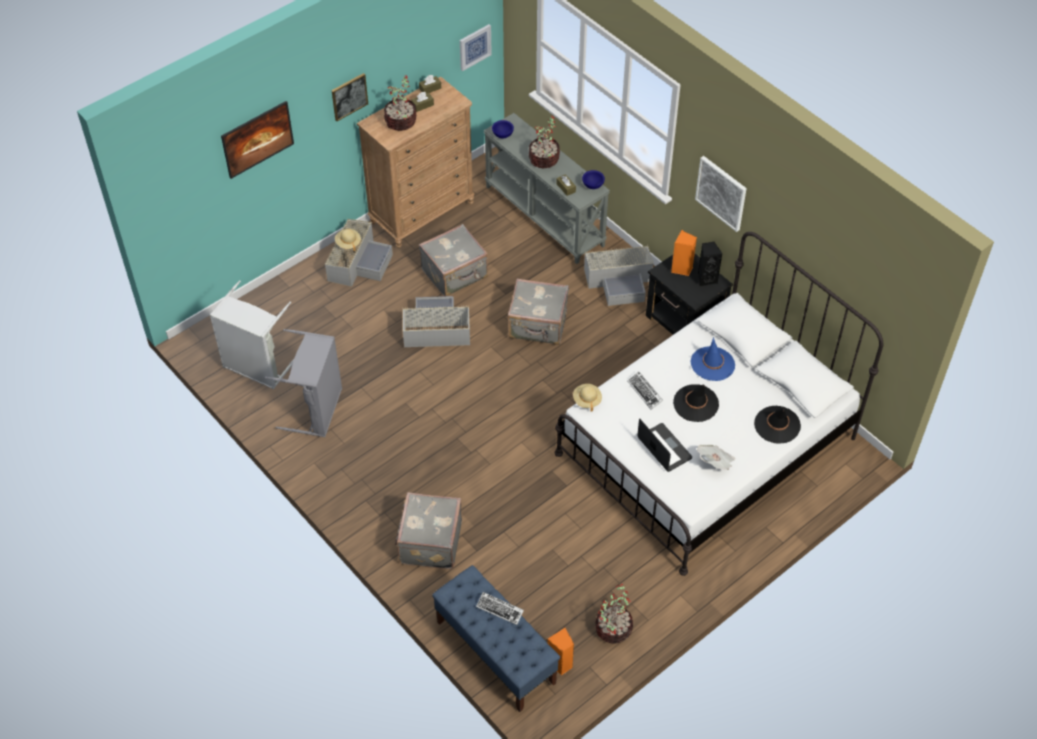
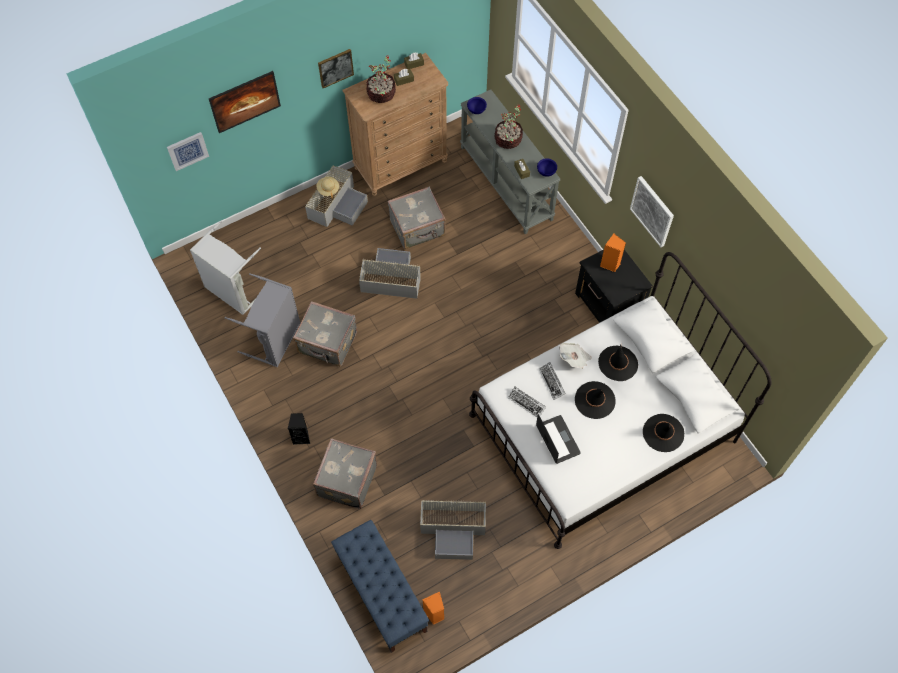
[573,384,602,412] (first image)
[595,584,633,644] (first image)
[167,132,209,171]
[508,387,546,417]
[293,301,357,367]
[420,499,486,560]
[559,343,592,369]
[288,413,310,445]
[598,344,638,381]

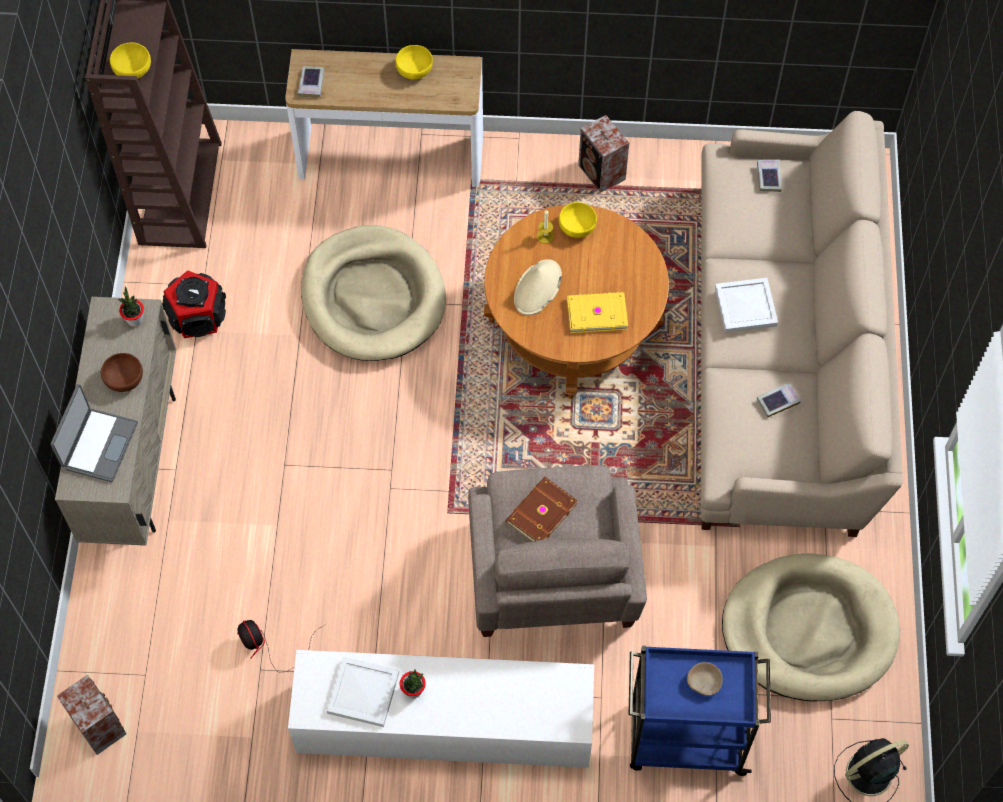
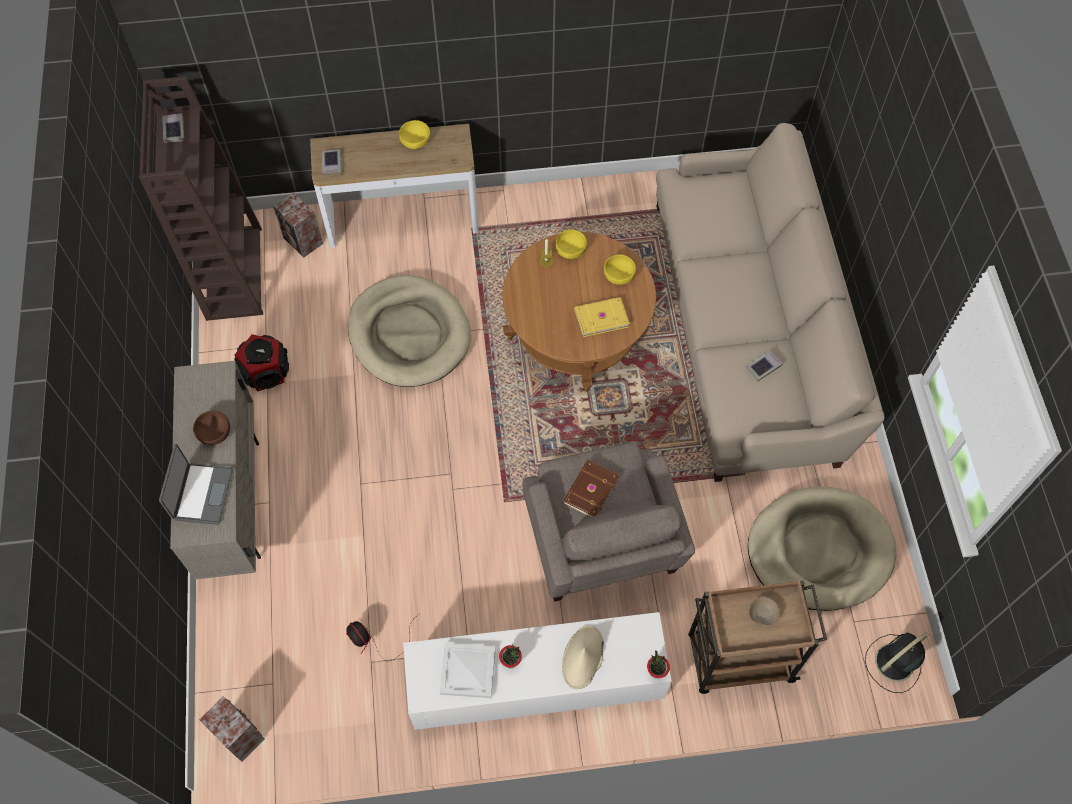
[715,278,778,333] (first image)
[604,255,636,285]
[647,650,670,679]
[562,625,604,689]
[273,193,323,258]
[162,113,184,143]
[688,580,827,694]

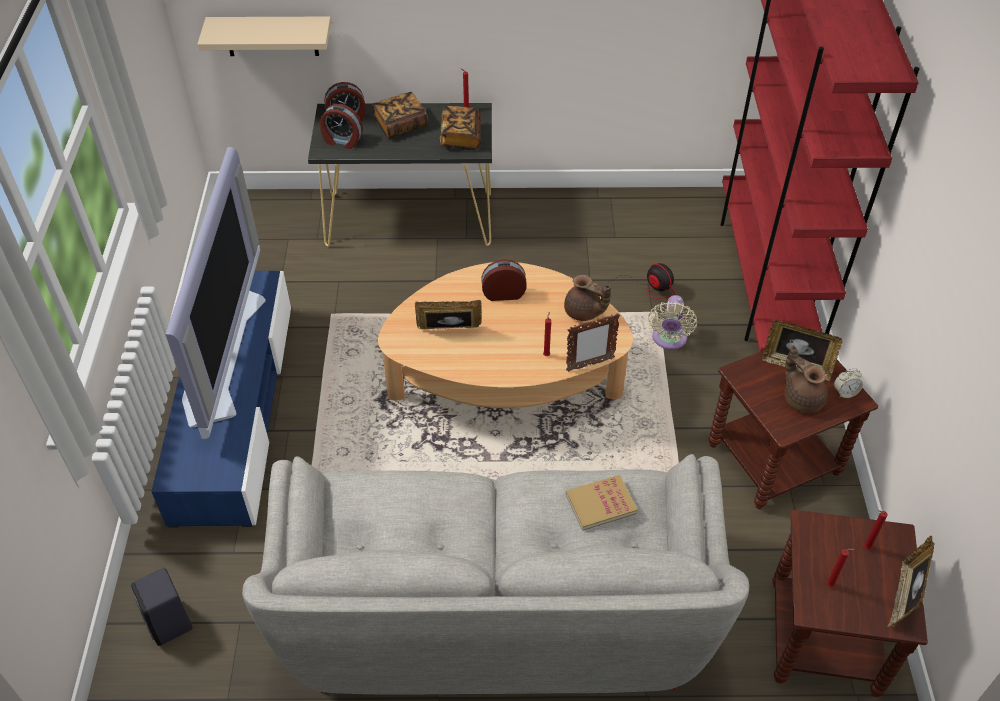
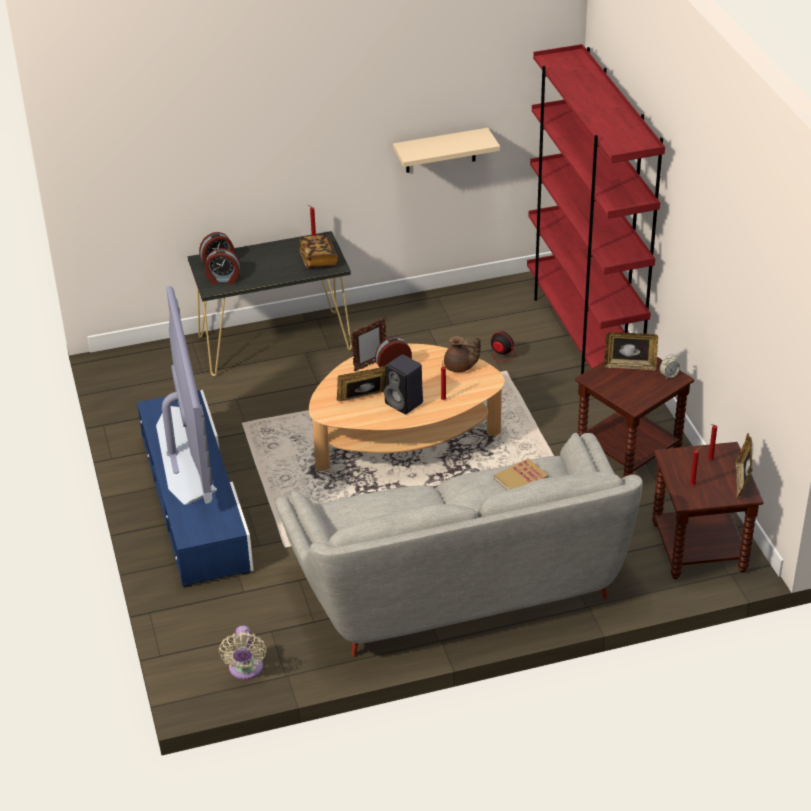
[372,92,427,138] (first image)
[784,345,827,413] (first image)
[384,354,423,414]
[393,128,500,173]
[351,317,386,372]
[219,625,267,680]

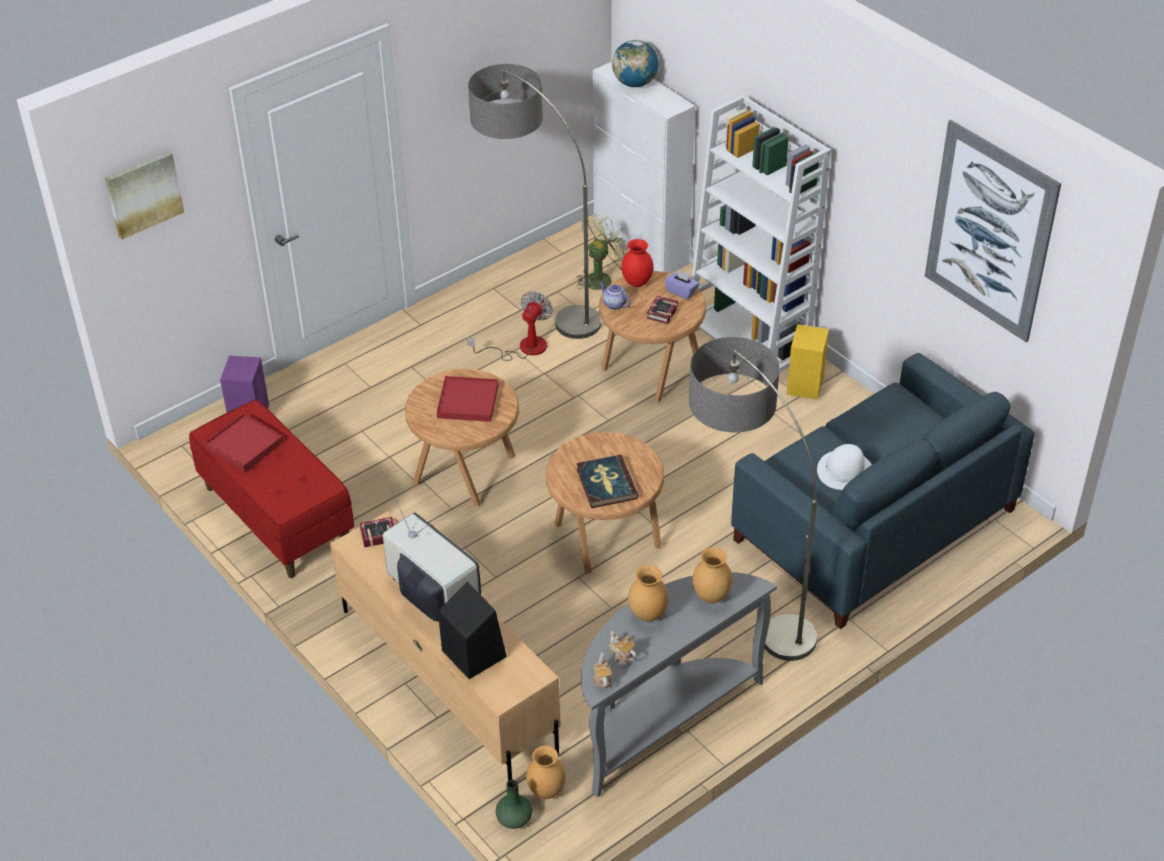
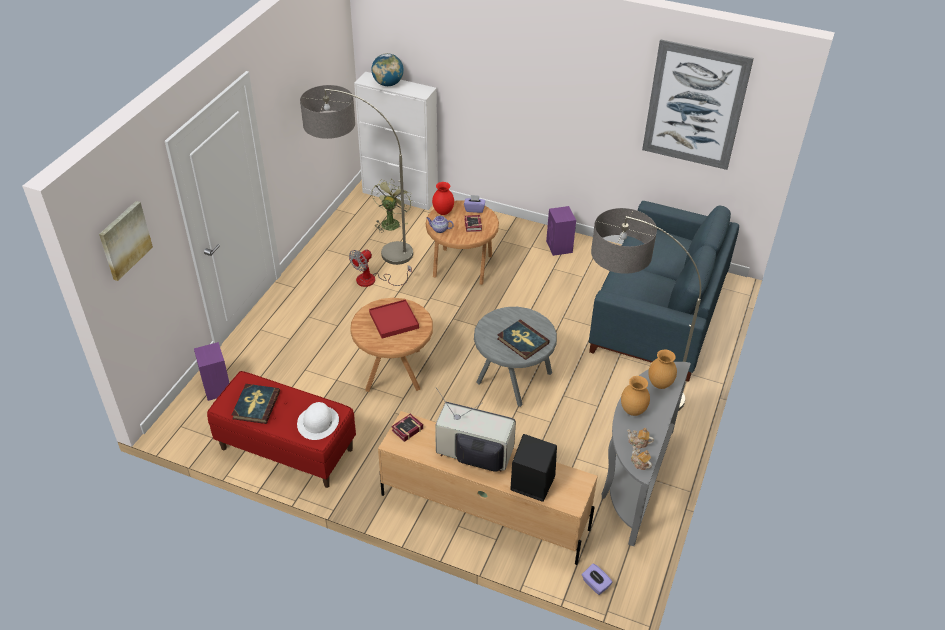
[526,746,566,799] (first image)
[692,95,831,373] (first image)
[297,402,339,440]
[232,384,280,424]
[582,563,612,595]
[474,307,557,407]
[546,206,576,256]
[349,249,412,287]

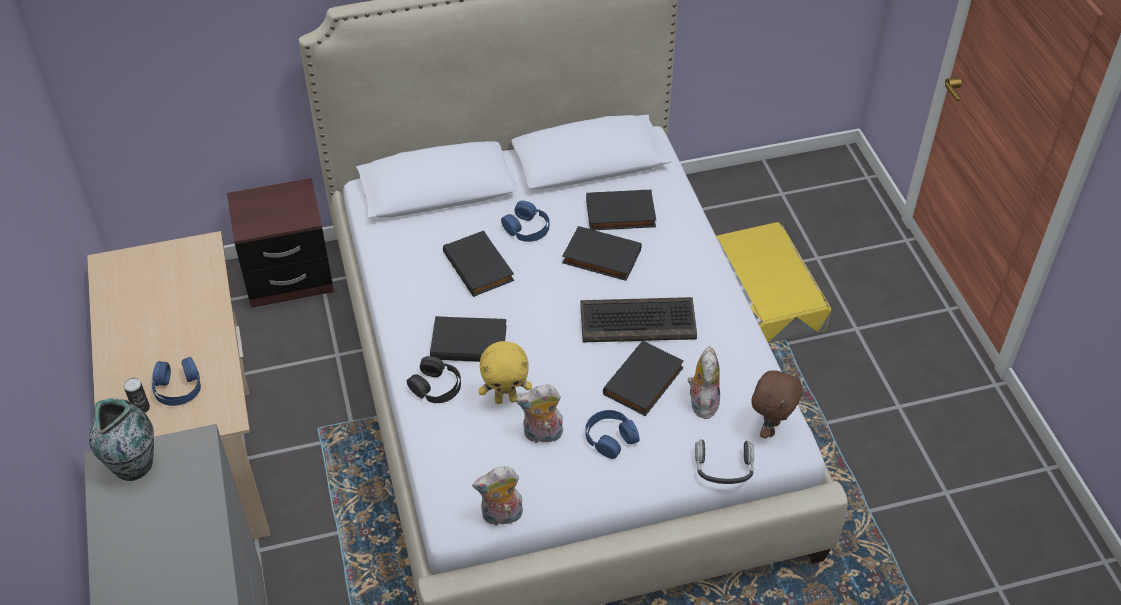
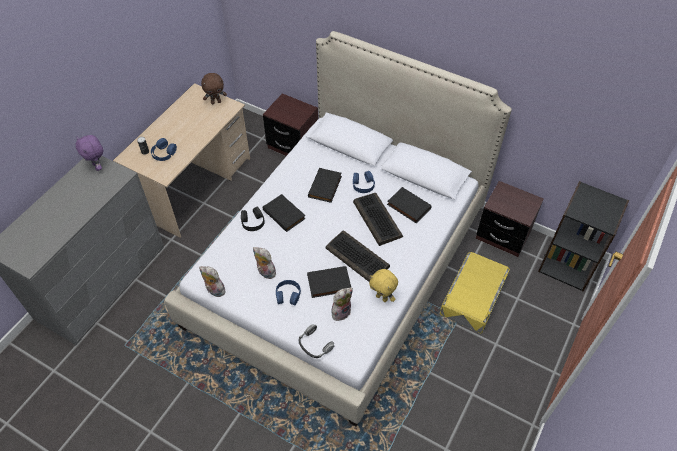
[476,181,544,257]
[538,181,629,291]
[369,269,398,302]
[201,73,227,105]
[76,135,103,171]
[353,193,403,246]

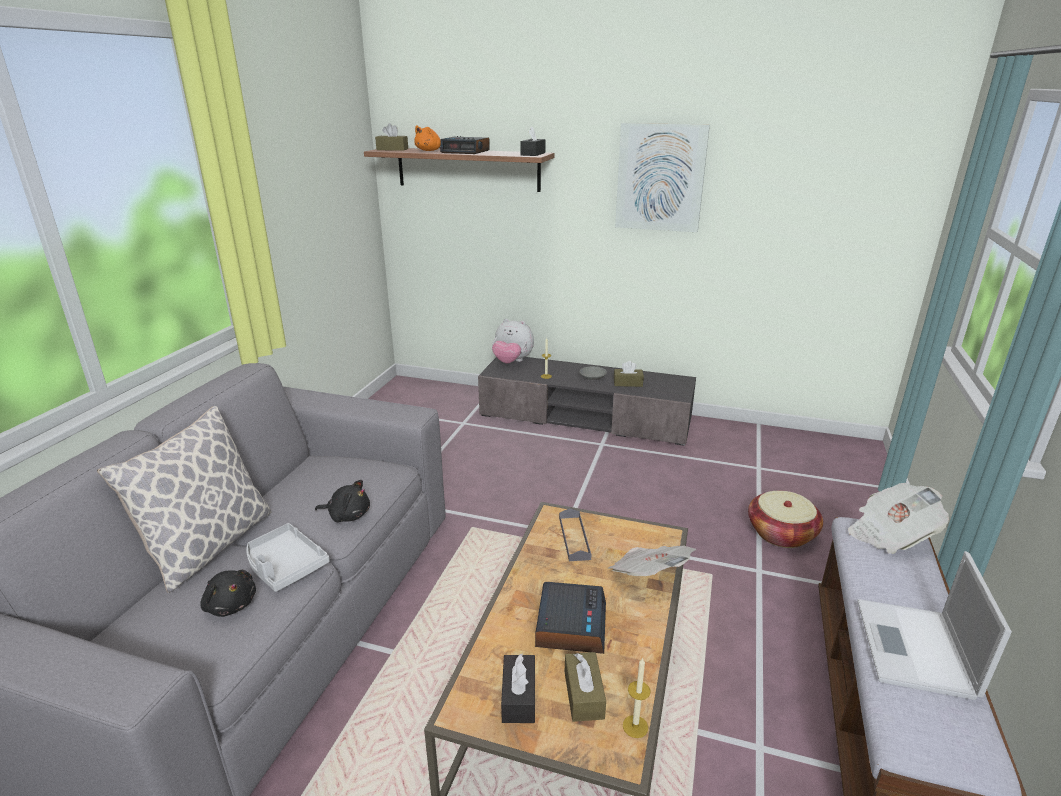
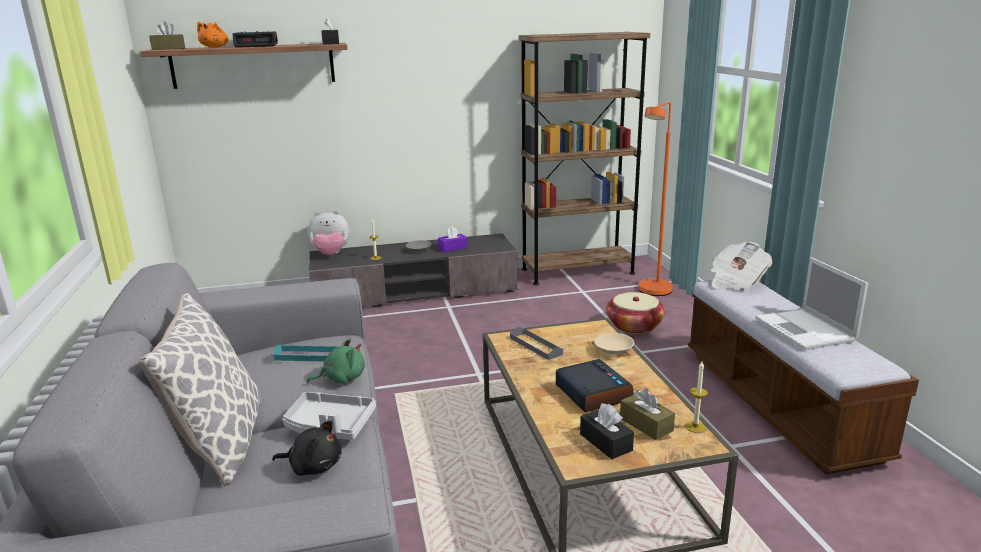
[615,123,710,232] (first image)
[273,345,337,361]
[519,32,650,285]
[638,102,673,296]
[594,333,634,354]
[307,338,365,384]
[438,226,468,252]

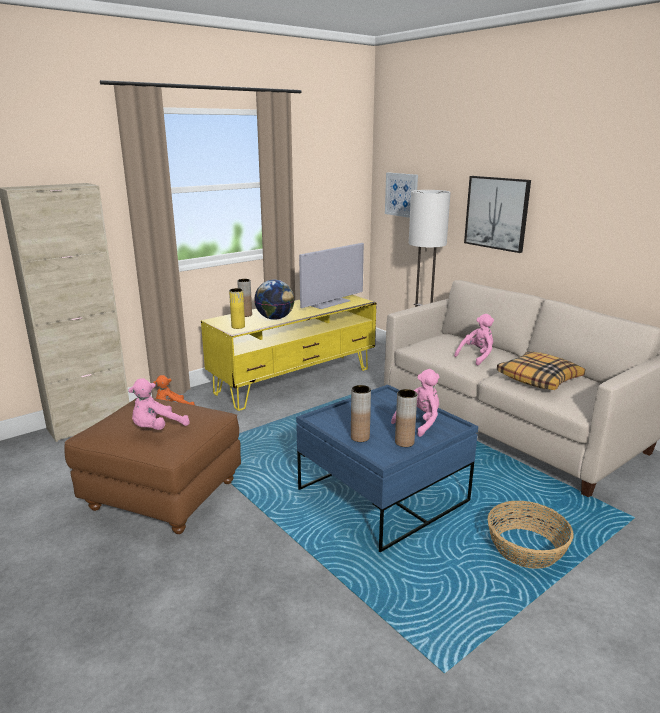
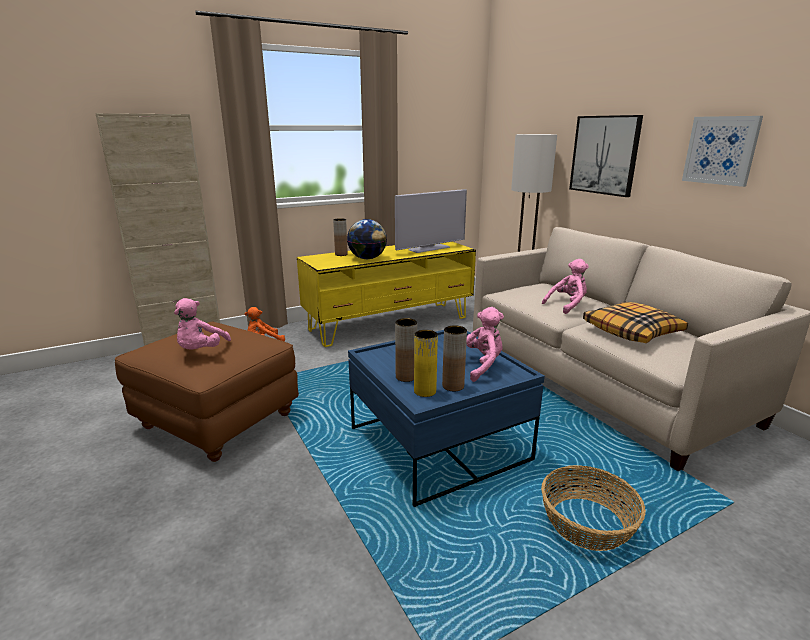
[414,330,438,397]
[682,116,763,187]
[174,298,231,350]

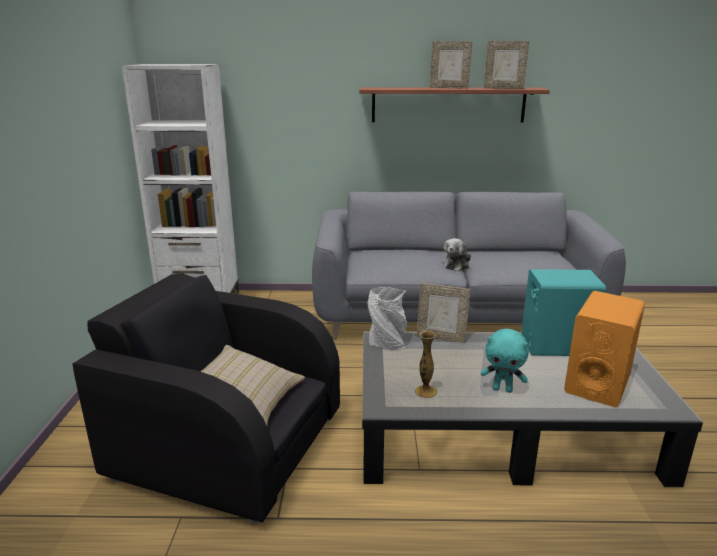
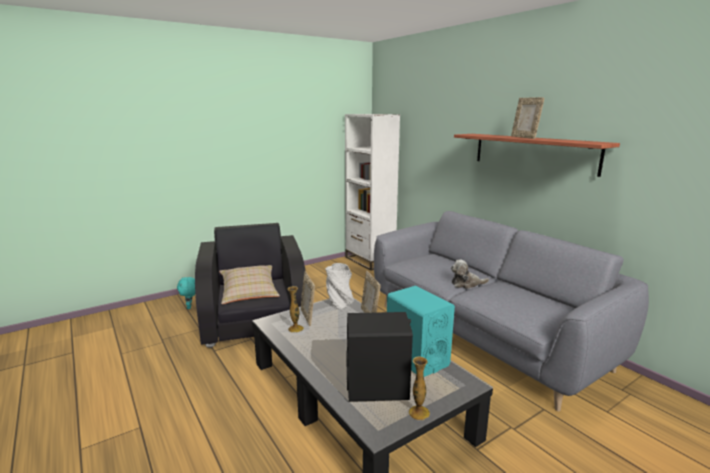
[409,356,430,420]
[177,277,195,309]
[301,272,315,326]
[346,312,413,402]

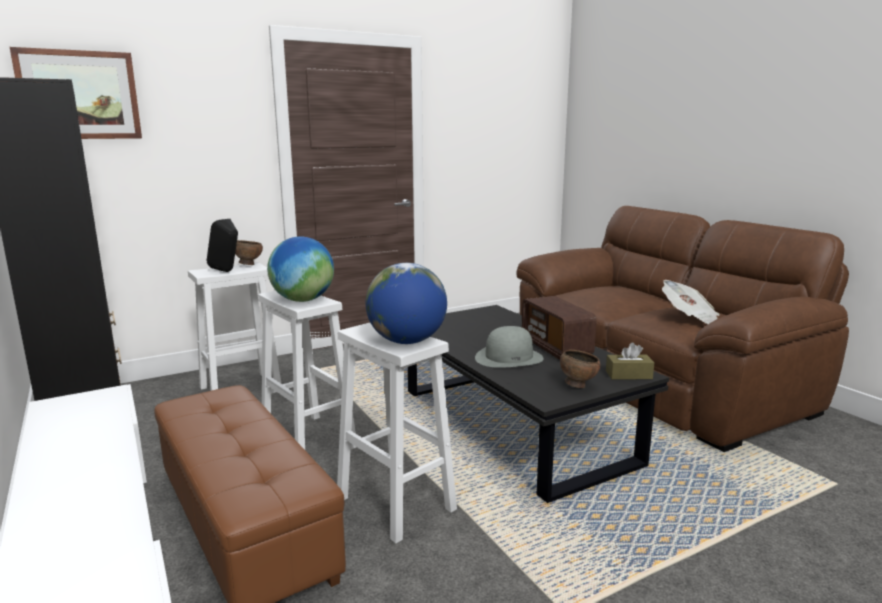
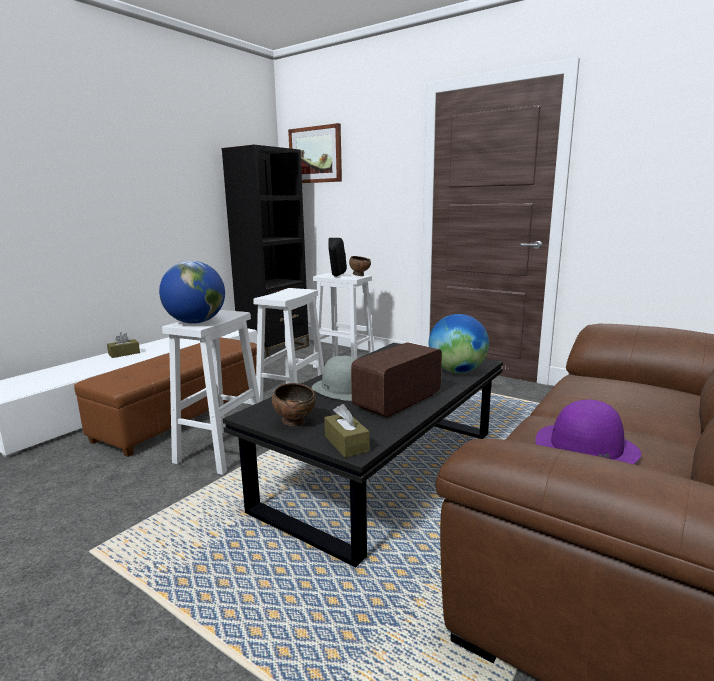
[107,332,140,358]
[429,314,489,373]
[535,400,641,464]

